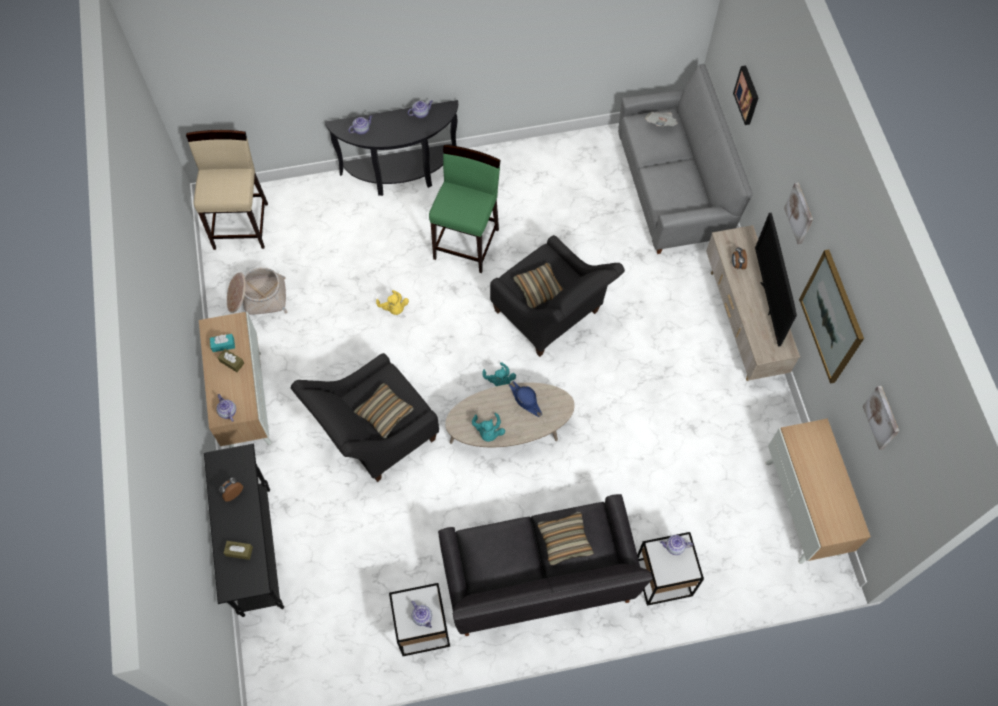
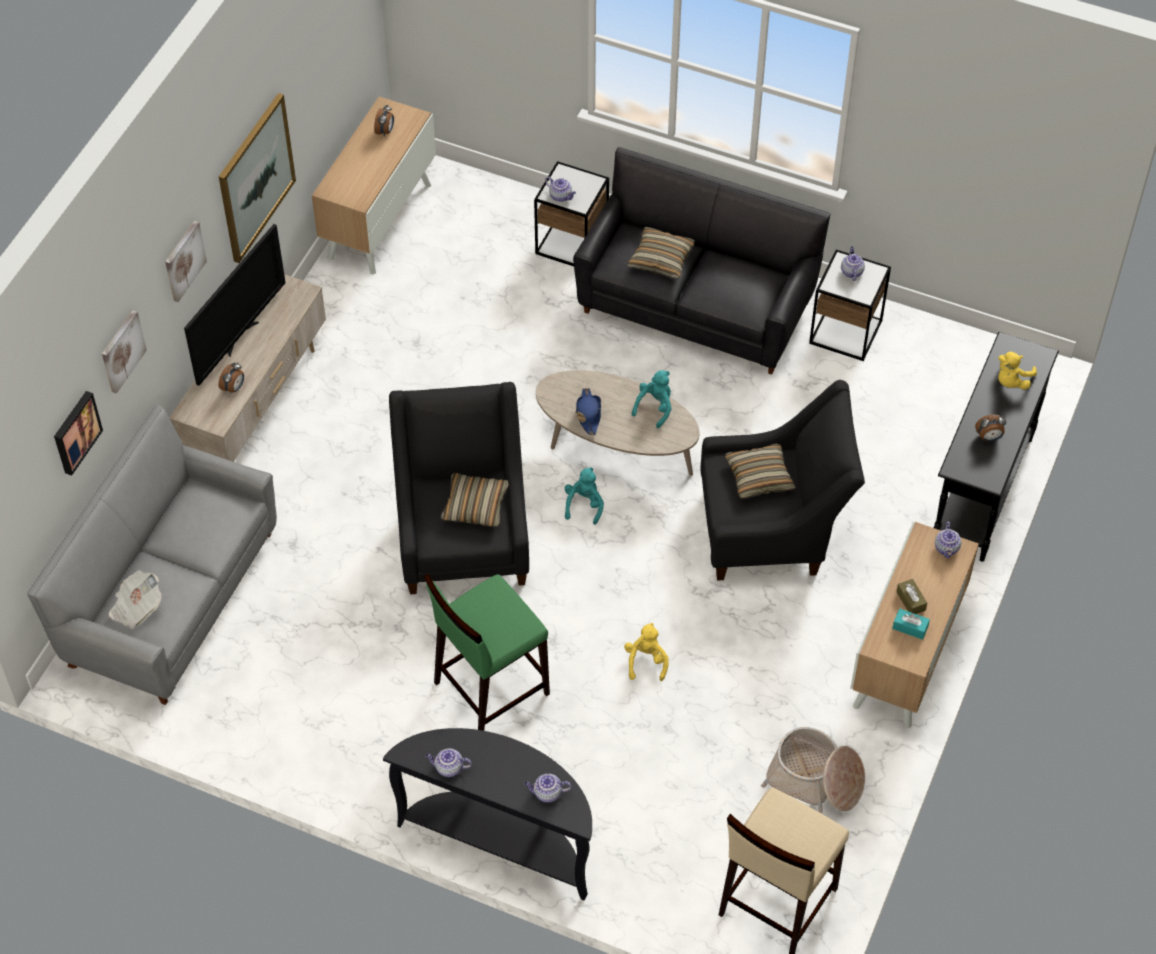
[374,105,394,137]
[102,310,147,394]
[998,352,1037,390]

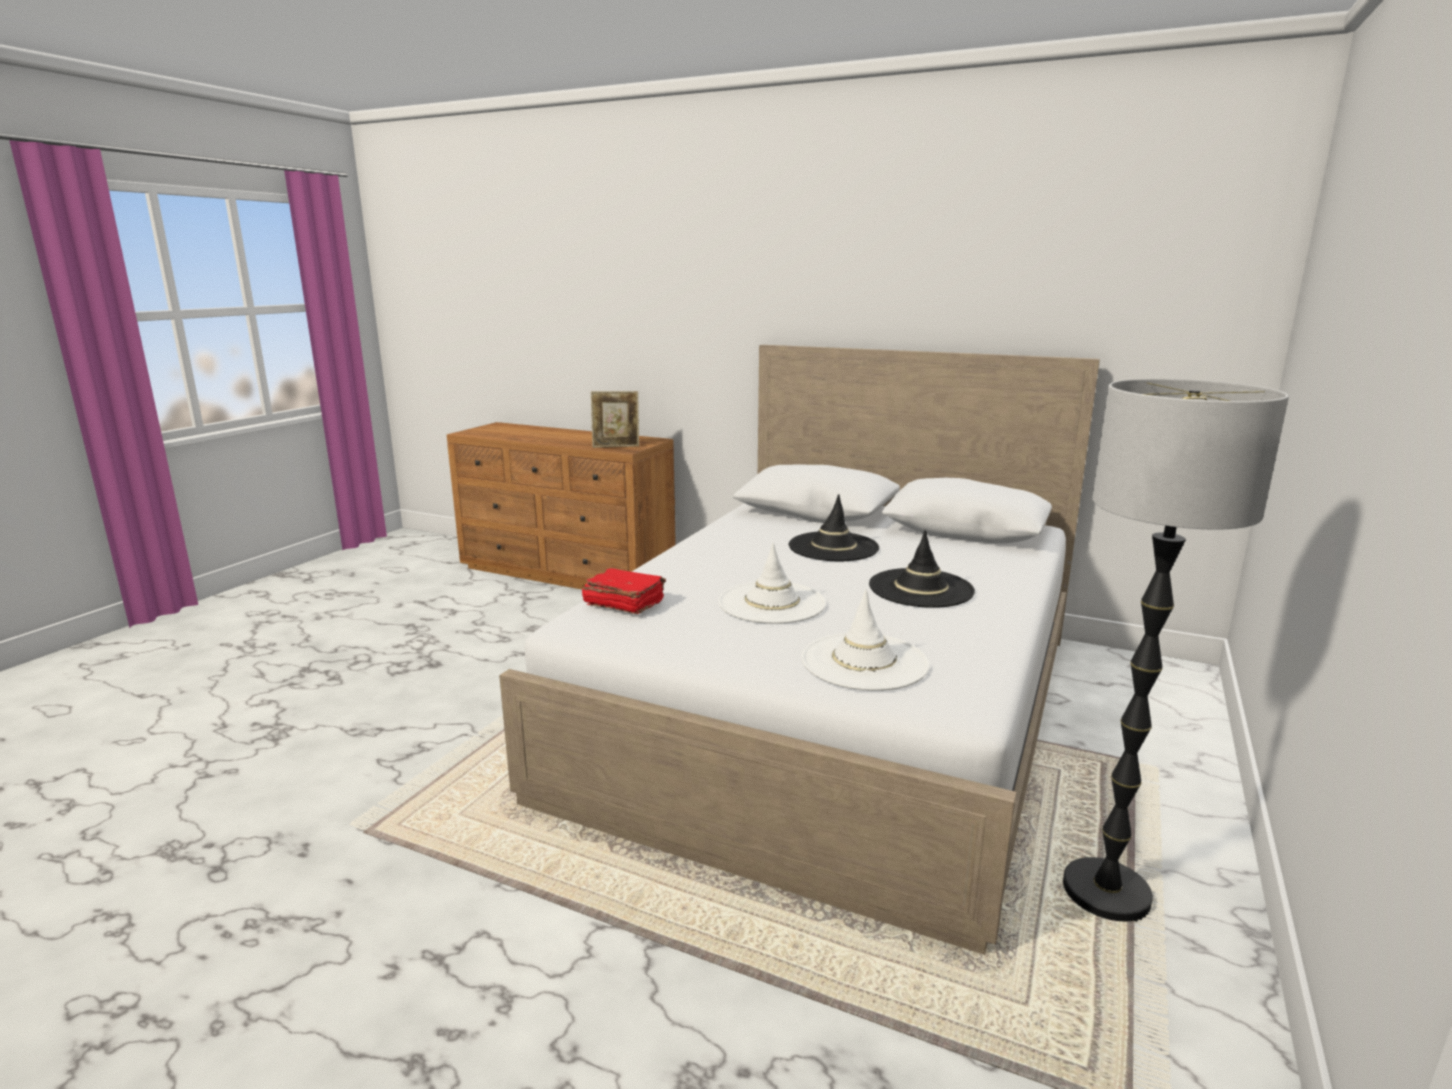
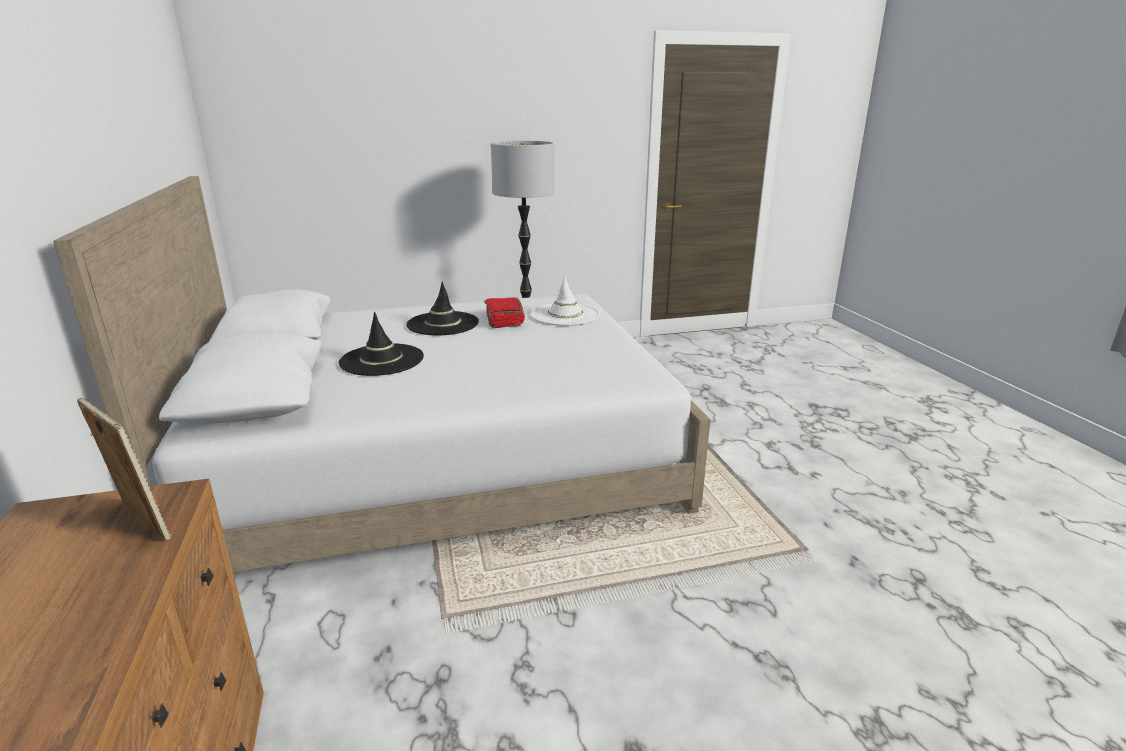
[718,542,826,624] (first image)
[485,297,525,328]

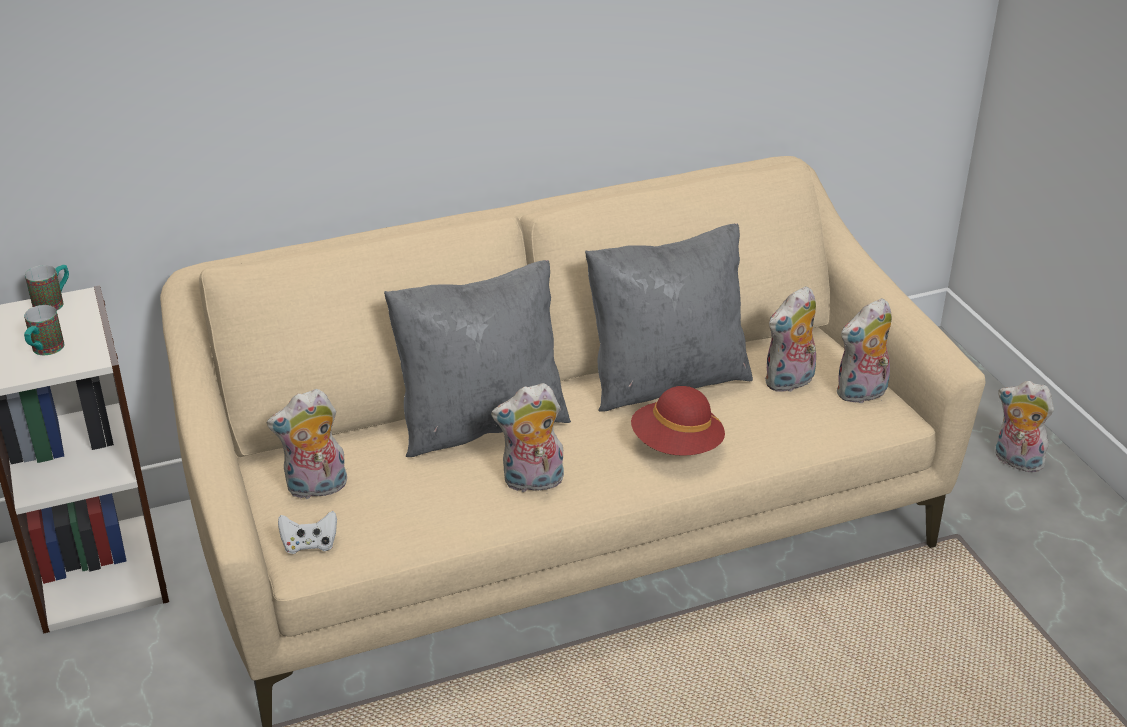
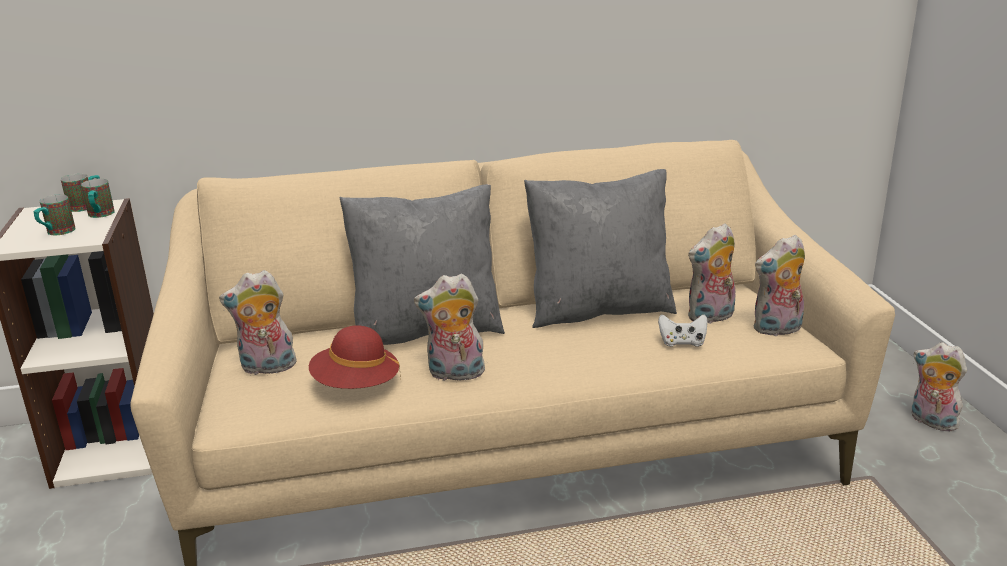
[81,179,115,218]
[658,314,708,347]
[309,325,401,389]

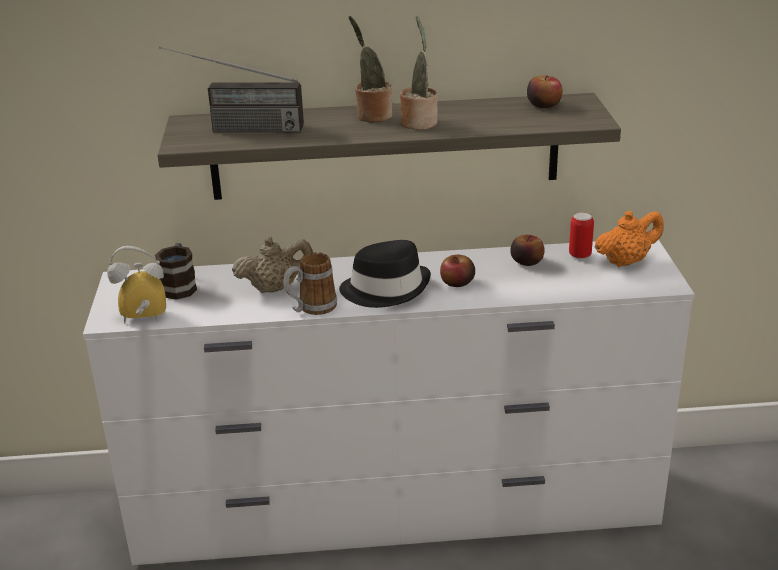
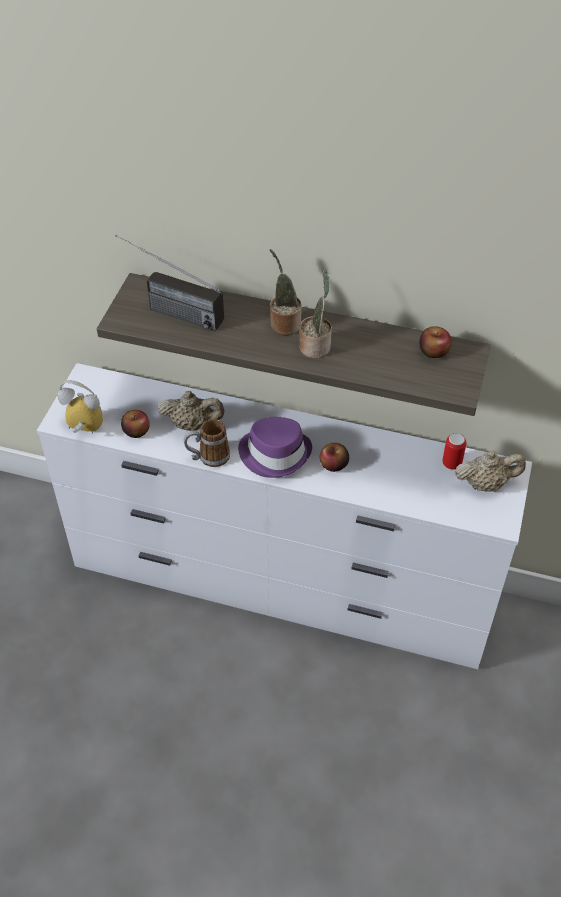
[155,243,197,300] (first image)
[121,410,150,438]
[238,417,312,478]
[455,451,526,492]

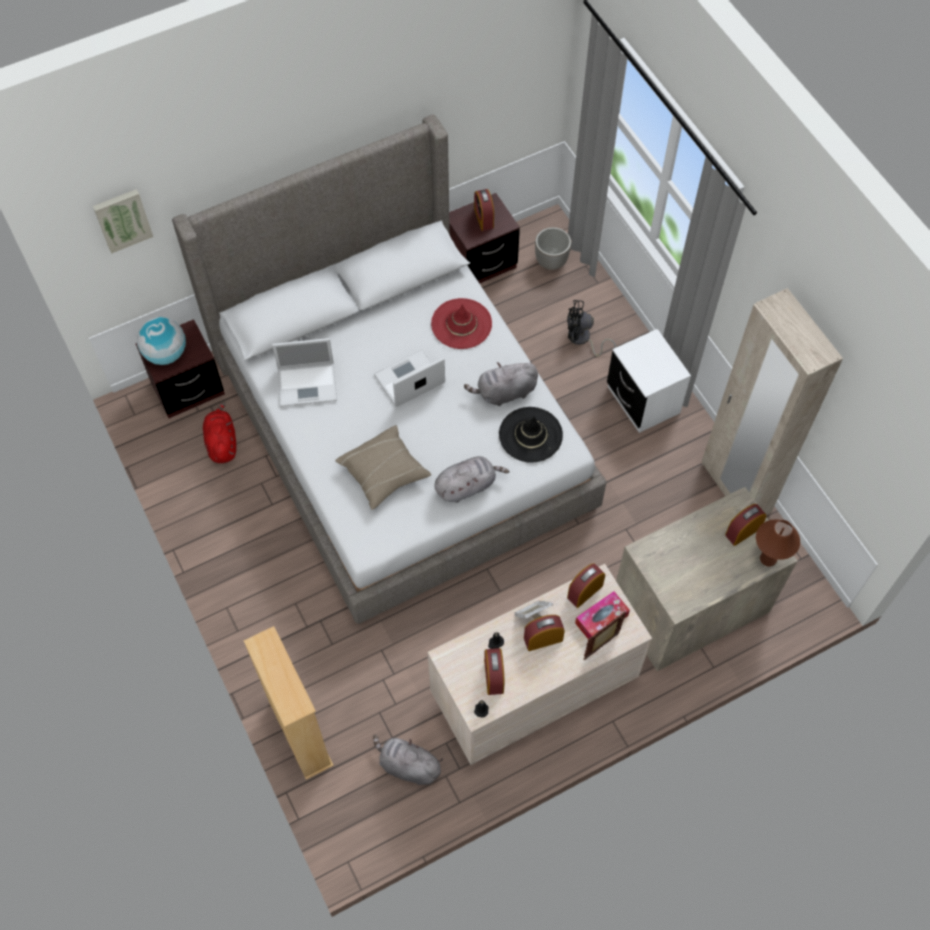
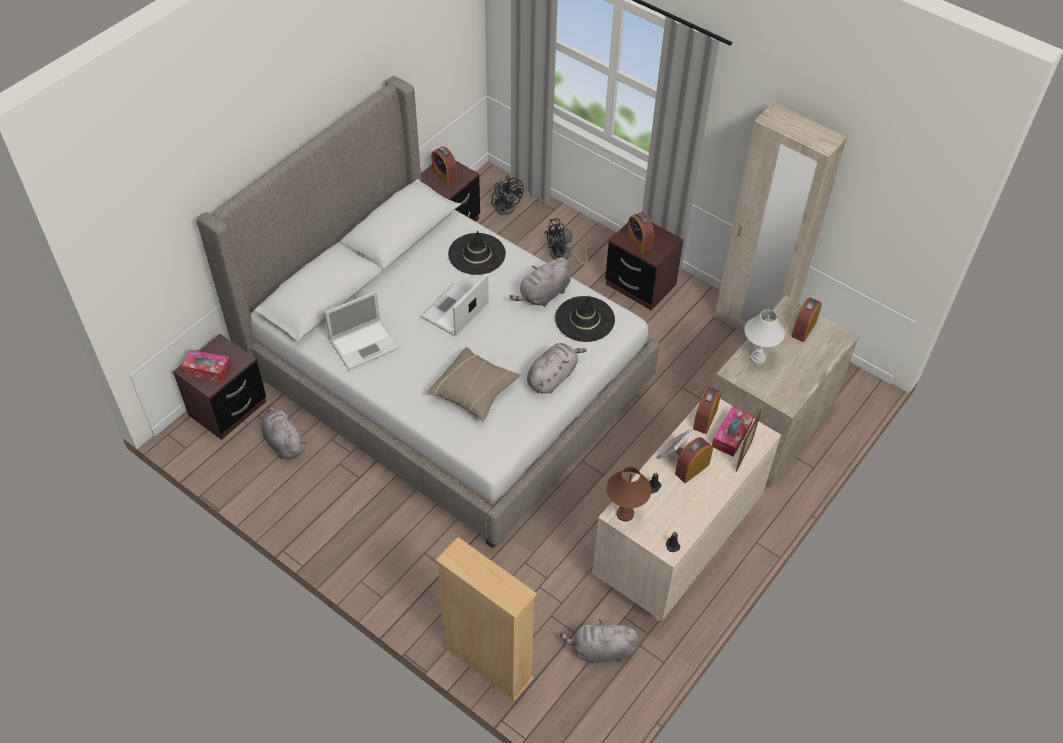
[93,189,153,254] (first image)
[744,310,785,365]
[627,212,654,253]
[607,467,652,522]
[182,349,232,383]
[491,176,524,215]
[262,405,306,460]
[448,230,506,275]
[605,222,684,310]

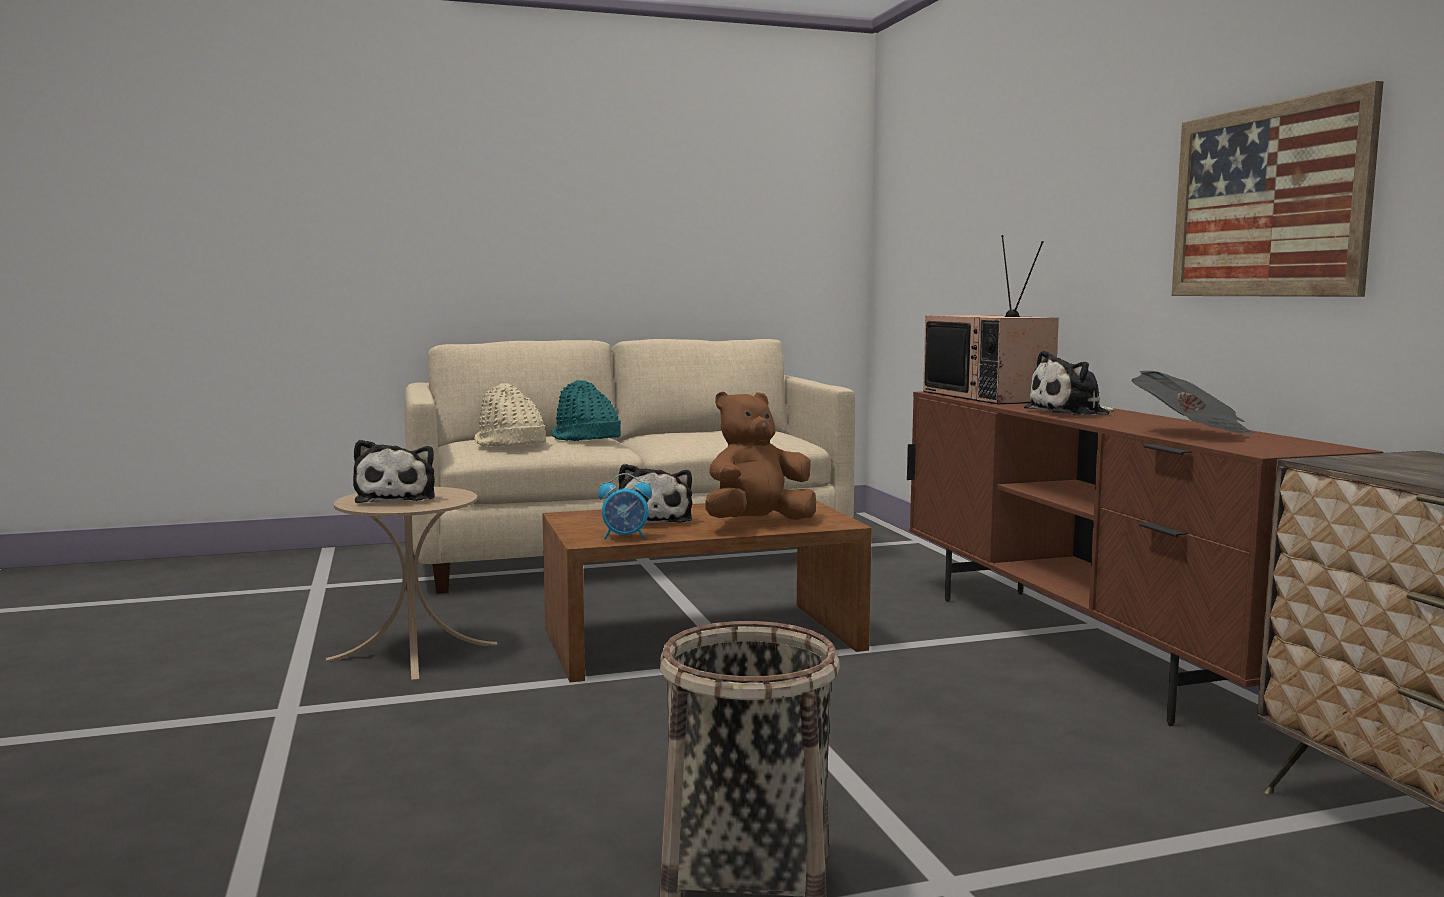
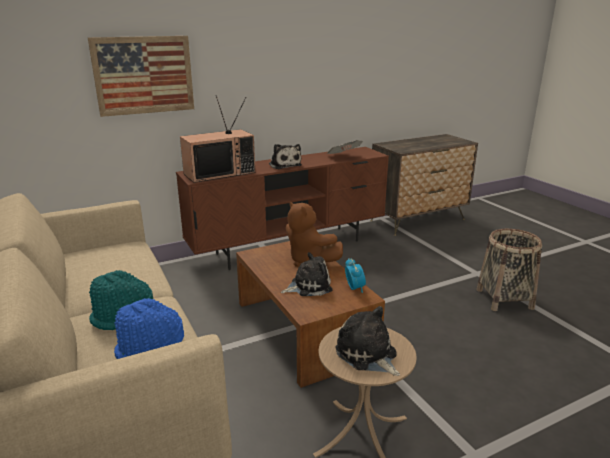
[88,36,194,117]
[114,298,184,359]
[335,306,400,376]

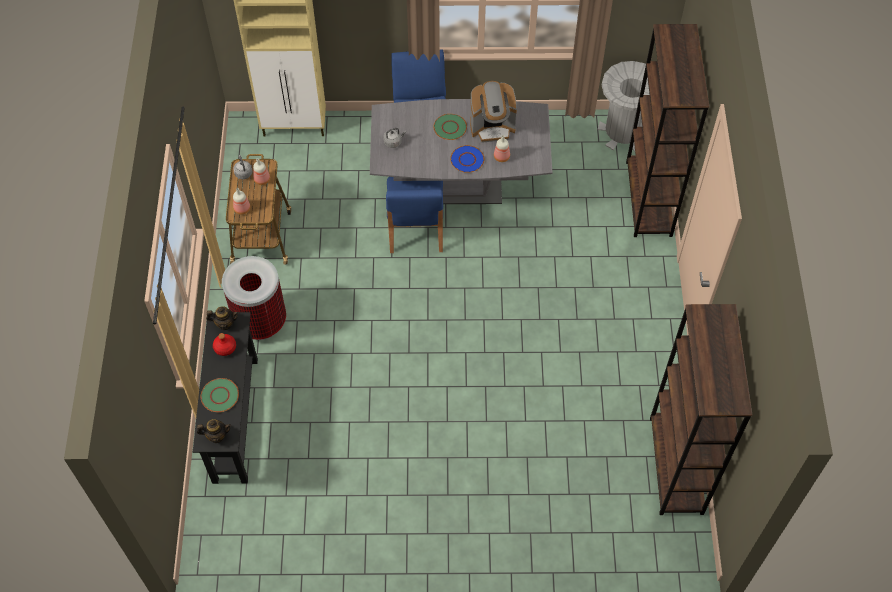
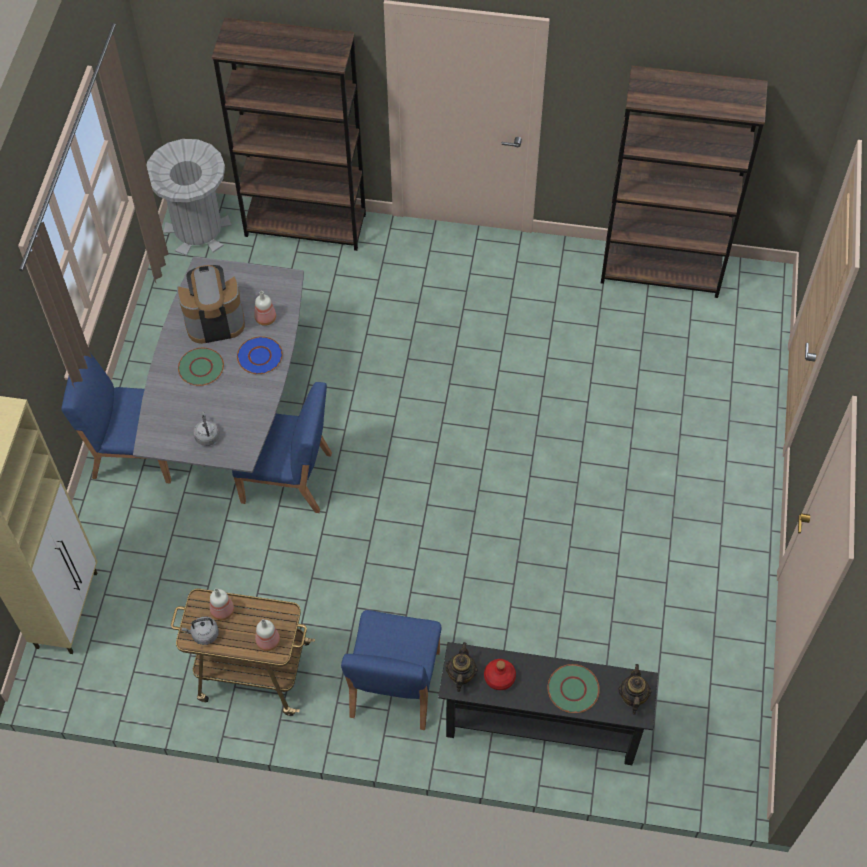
[341,610,441,730]
[177,265,245,344]

